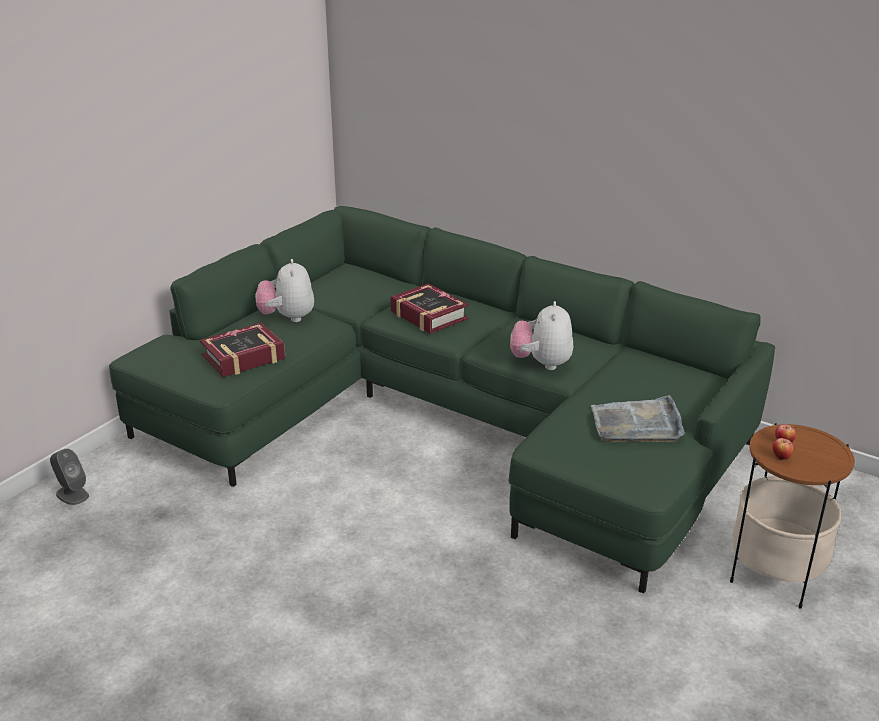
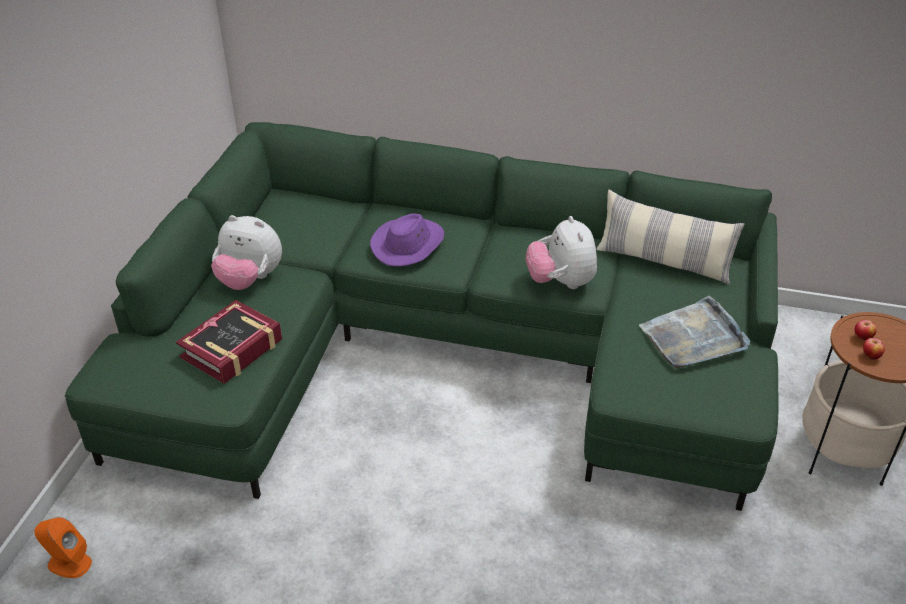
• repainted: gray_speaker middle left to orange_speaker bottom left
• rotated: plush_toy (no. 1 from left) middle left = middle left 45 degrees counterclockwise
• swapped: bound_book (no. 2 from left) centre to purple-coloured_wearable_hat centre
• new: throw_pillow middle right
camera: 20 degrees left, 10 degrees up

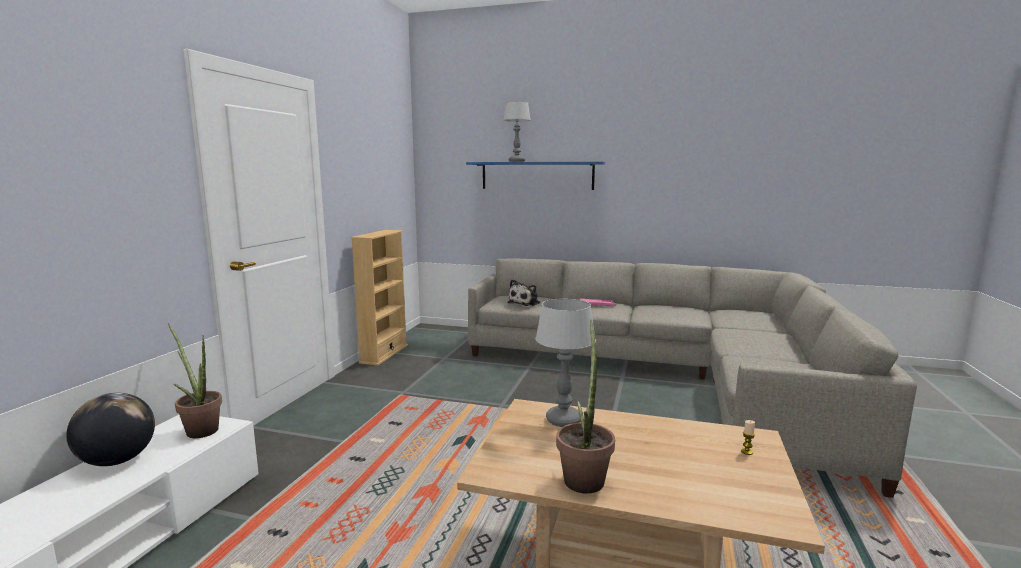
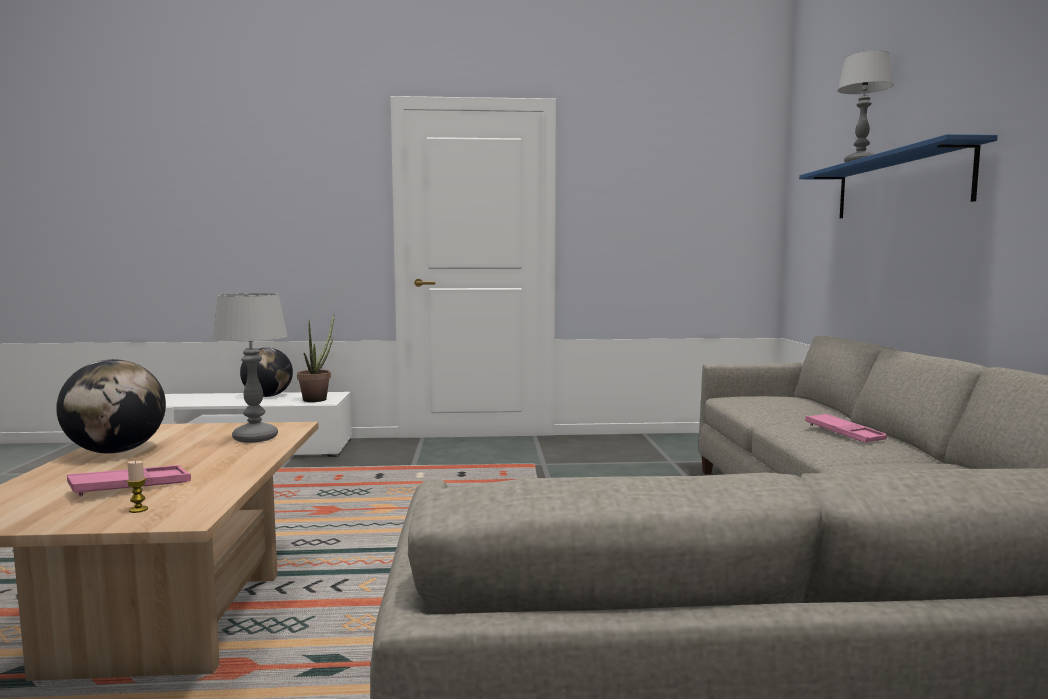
• gone: beige-coloured_bookshelf centre
• gone: plush_toy centre
• swapped: plant_in_a_pot (no. 2 from left) bottom centre to world_globe (no. 1 from left) middle left
• new: pink_serving_tray (no. 1 from left) bottom left
camera: 70 degrees right, 5 degrees down

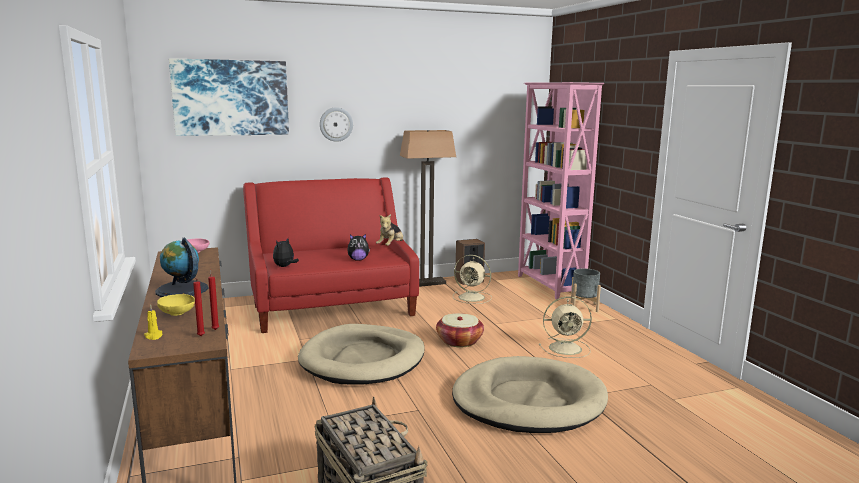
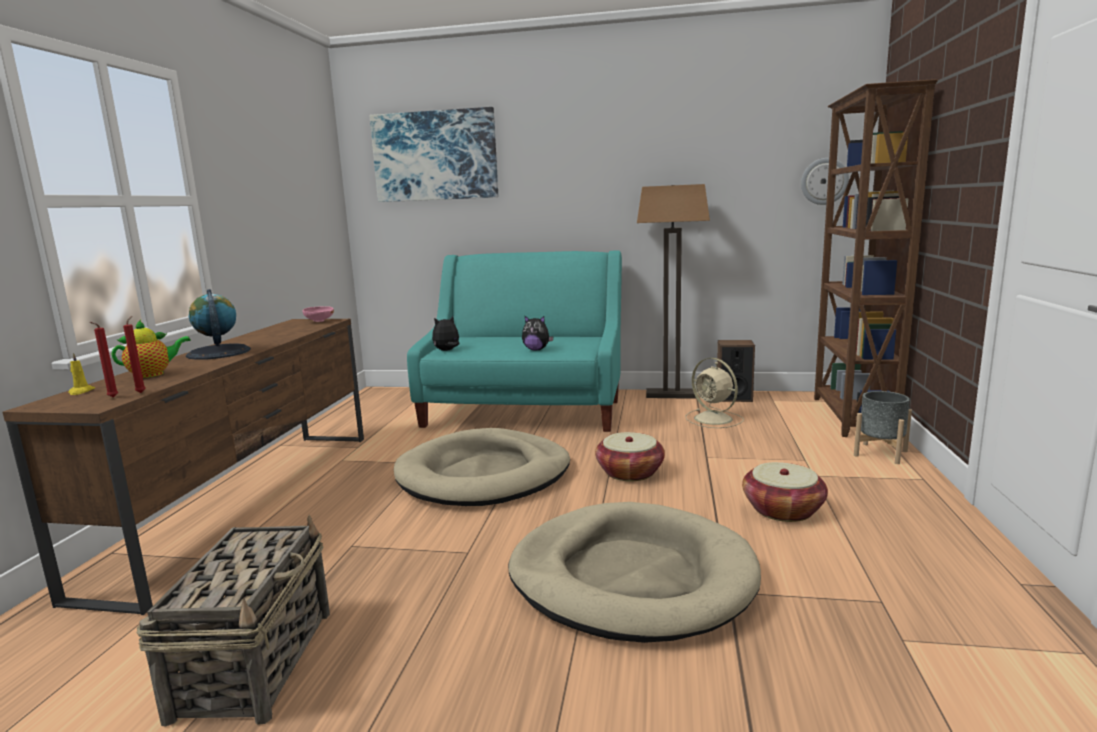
• swapped: yellowish_bowl middle left to teapot middle left
• repainted: reddish_couch centre to turquoise_couch centre
• shifted: hanging_clock top centre to top right
• gone: plush_toy (no. 3 from left) centre
• repainted: pink_bookshelf centre to brown_bookshelf middle right
• swapped: beige-coloured_fan (no. 2 from left) bottom centre to basket (no. 3 from left) bottom right
camera: 30 degrees right, 0 degrees up

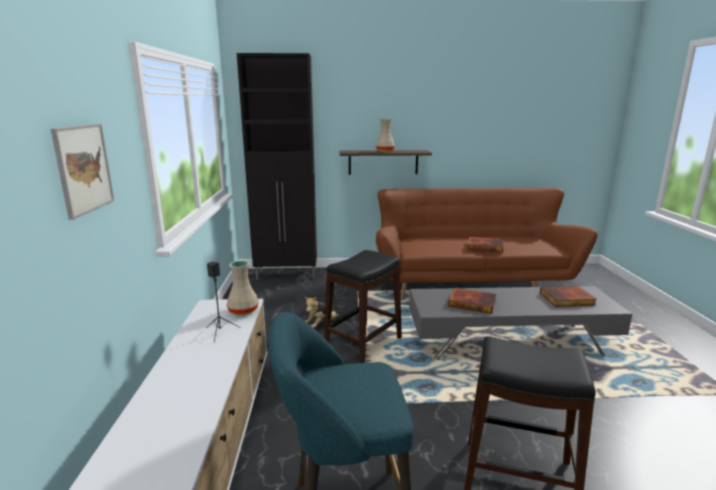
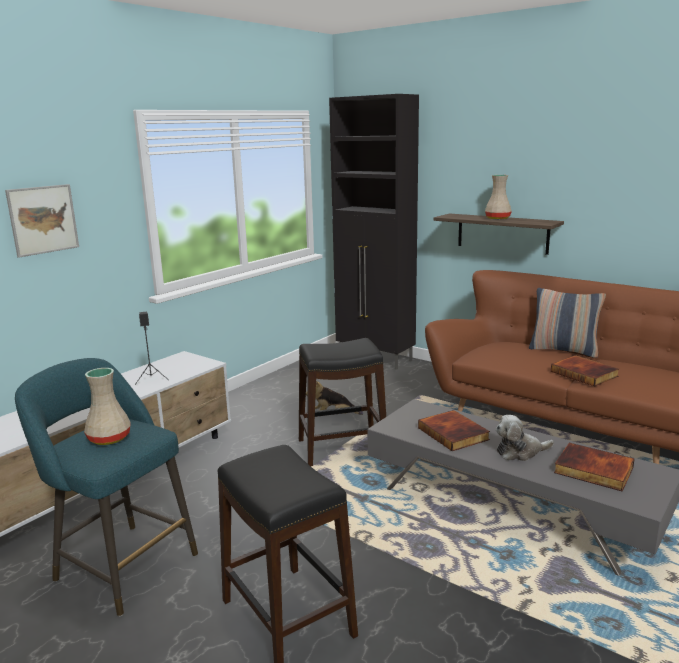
• shifted: beige-coloured_flower_vase (no. 1 from left) centre to middle left
• new: plush_toy (no. 2 from left) middle right
• new: throw_pillow middle right
camera: 40 degrees right, 0 degrees up

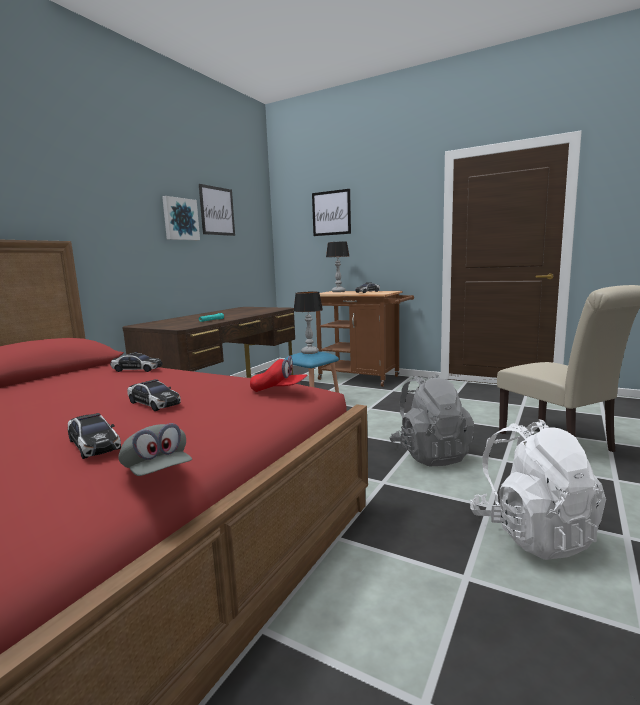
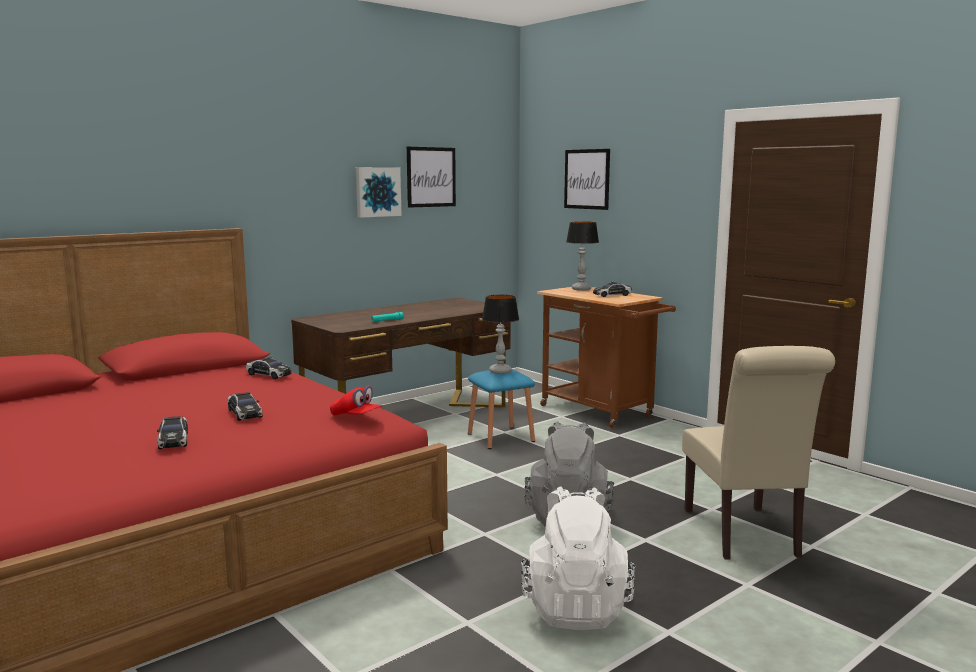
• gone: gray_peaked_cap middle left
camera: 20 degrees right, 0 degrees up

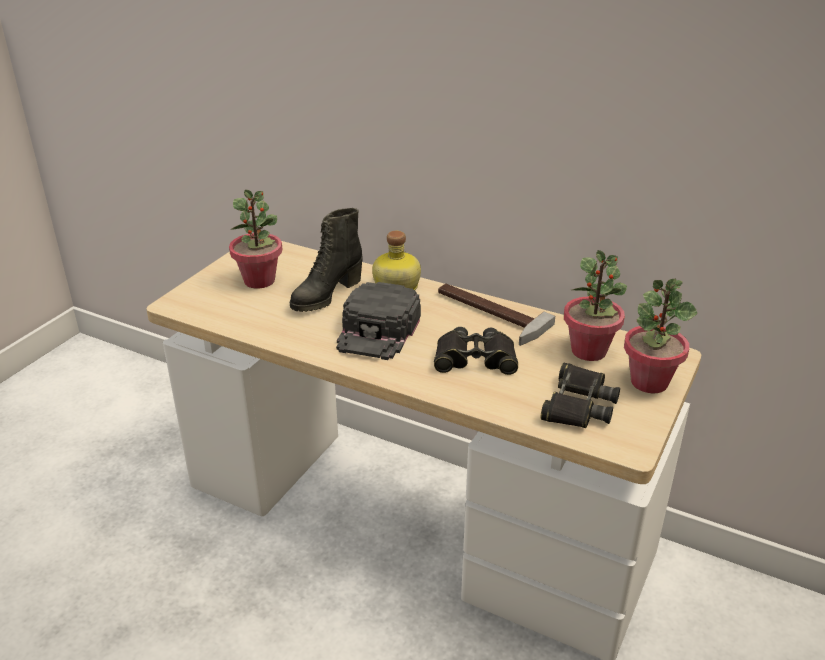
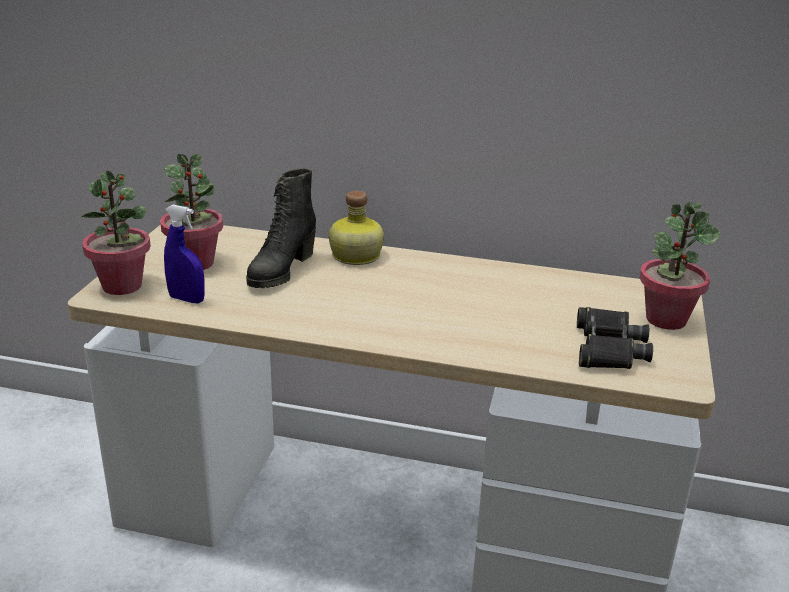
• gone: black_peaked_cap centre
• gone: black_binoculars (no. 1 from left) centre
• gone: tool_hammer centre
• shifted: plant_in_a_pot (no. 2 from left in the first image) middle right to plant_in_a_pot (no. 1 from left) middle left
• new: bluish_sprayer middle left
camera: 15 degrees left, 5 degrees down

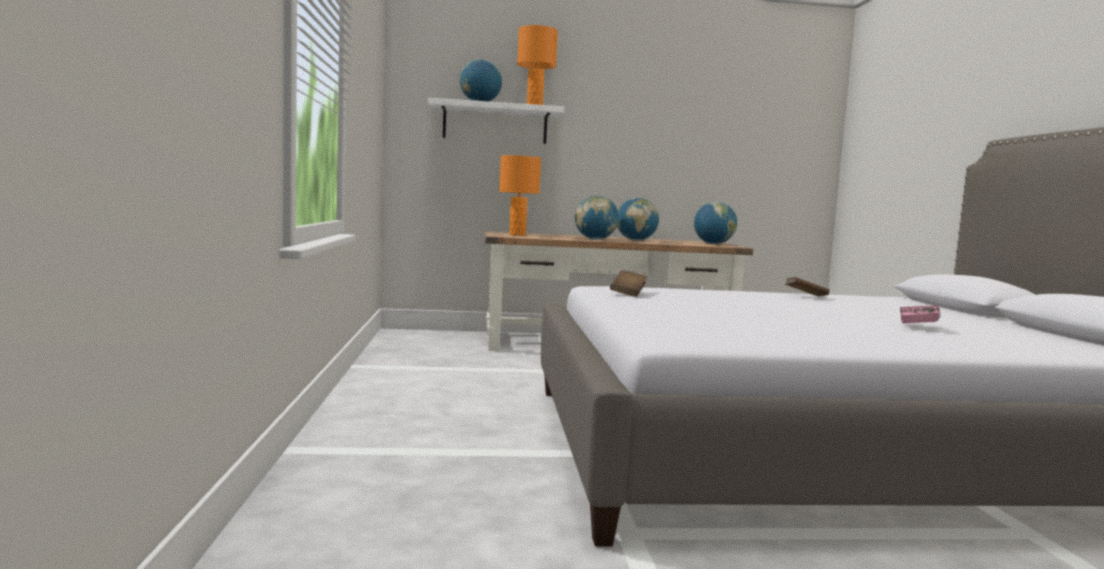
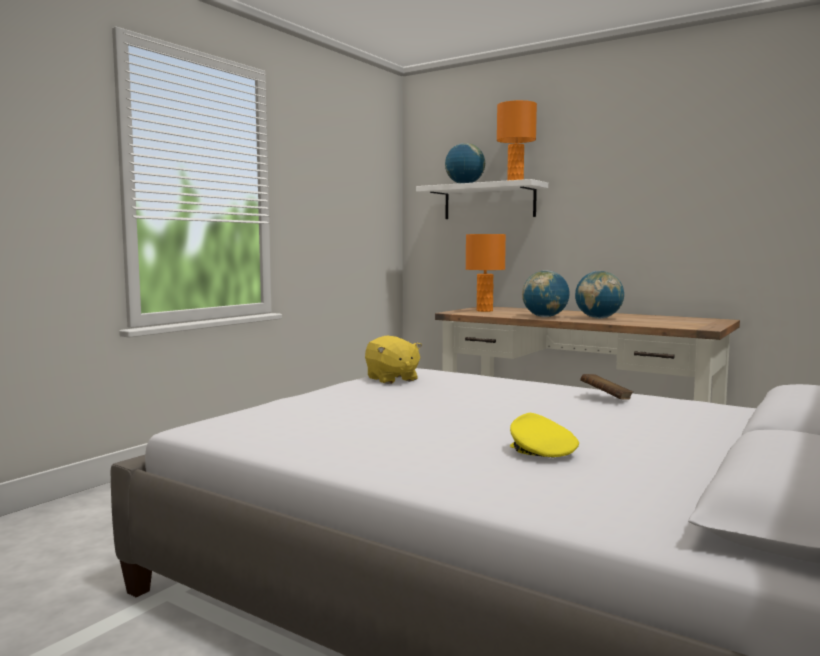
• swapped: brown_bound_book (no. 1 from left) centre to yellowish_plush_toy centre
• gone: world_globe (no. 4 from left) centre
• swapped: pink_bound_book middle right to yellowish_peaked_cap centre
camera: 40 degrees right, 0 degrees up

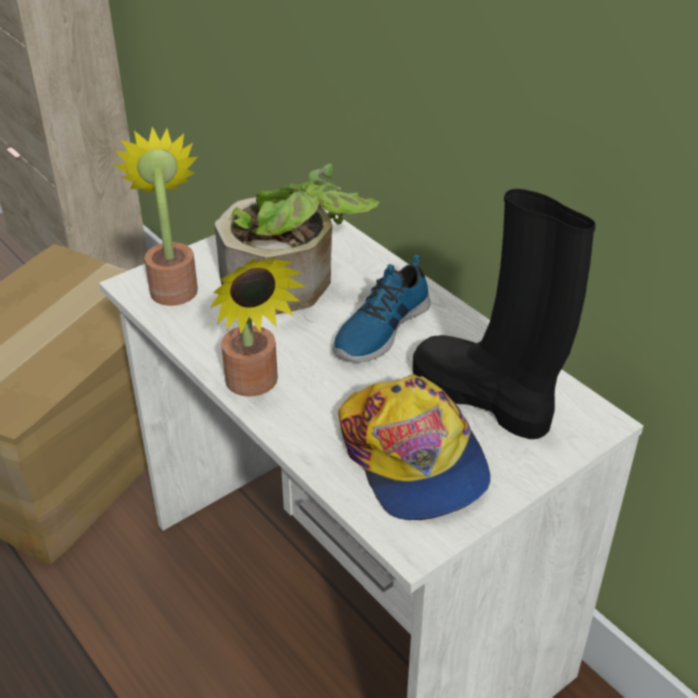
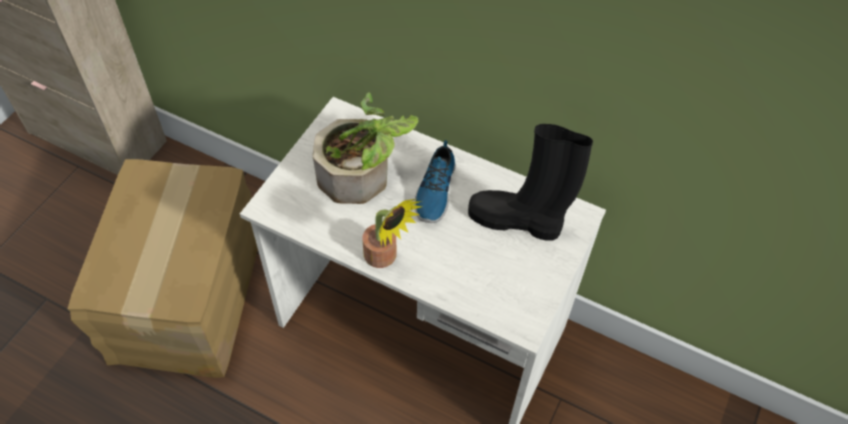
• gone: plant_in_a_pot (no. 1 from left) top left
• gone: peaked_cap centre
camera: 25 degrees left, 15 degrees up

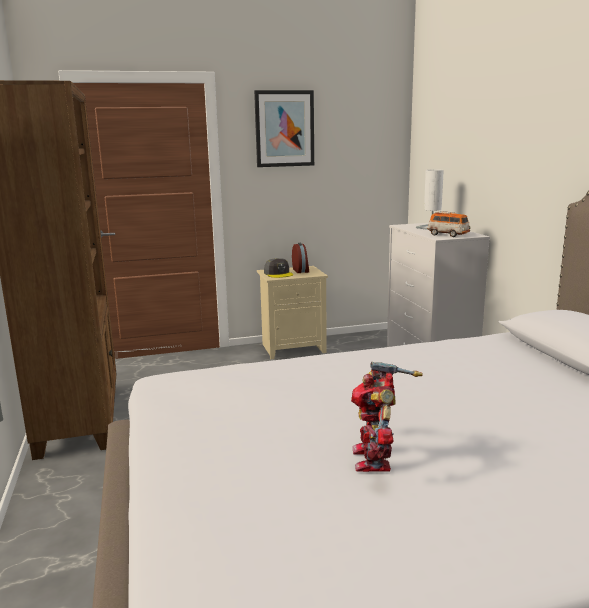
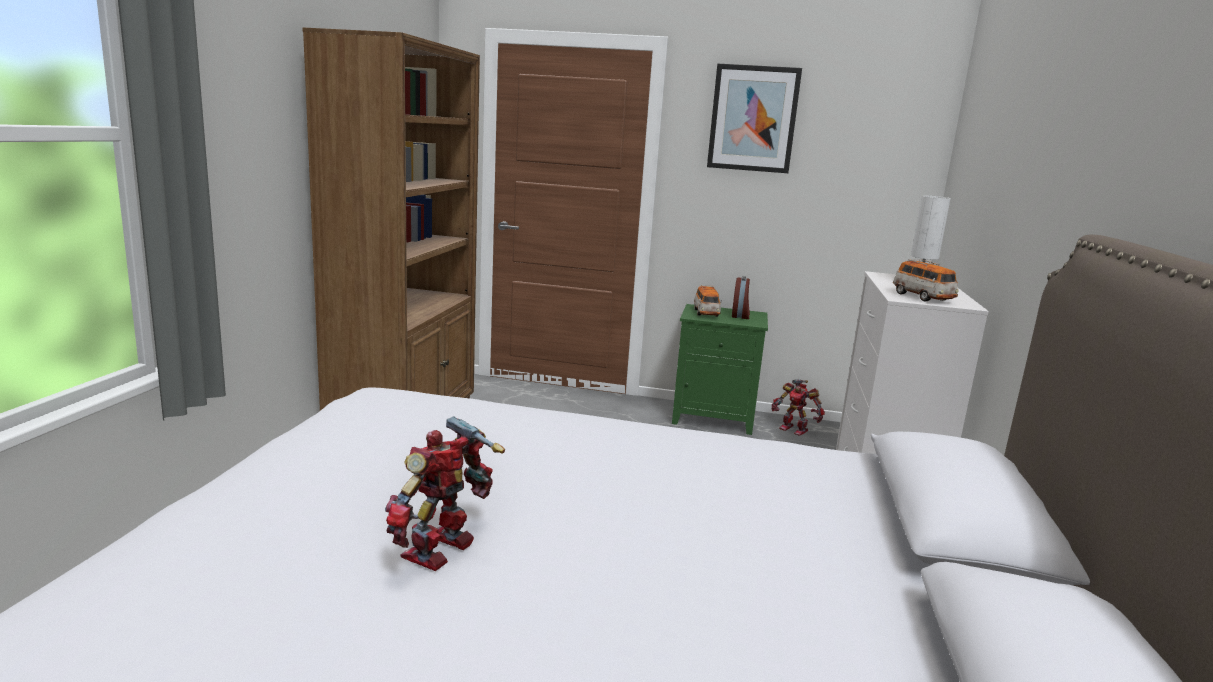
• repainted: beige-coloured_night_table centre to green_night_table centre
• swapped: gray_peaked_cap centre to model_car (no. 1 from left) centre
• new: toy_robot (no. 2 from left) centre
camera: 25 degrees right, 0 degrees up

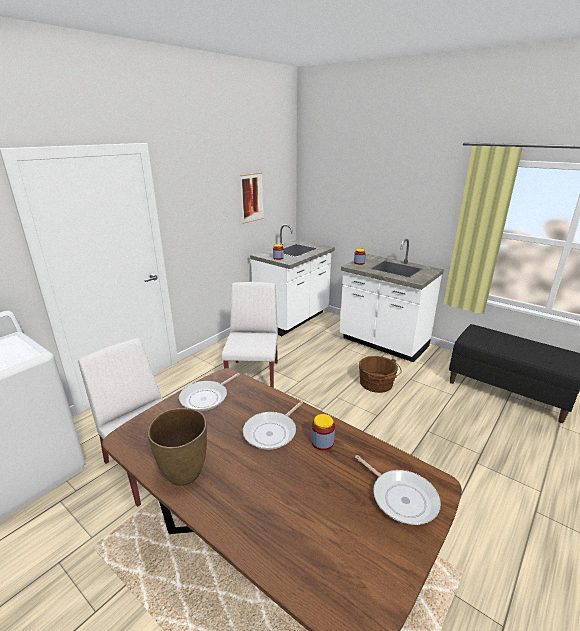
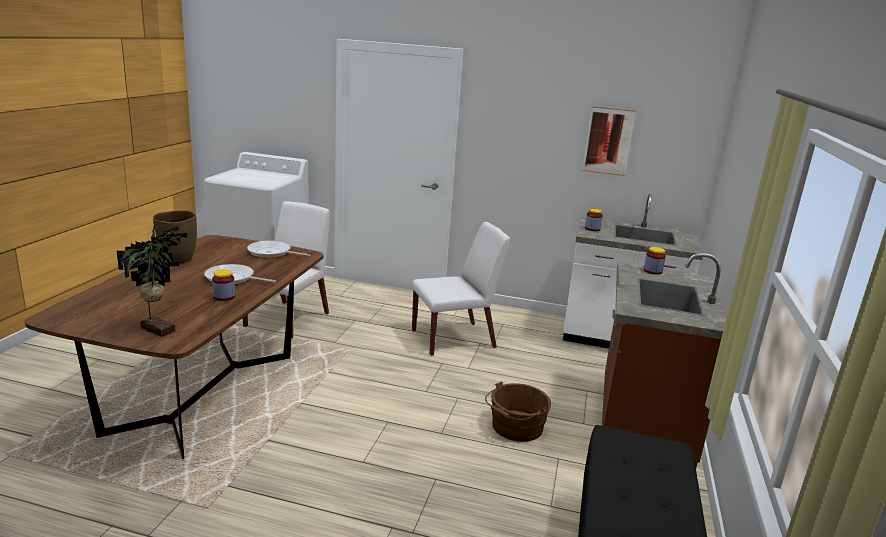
• repainted: white_kitchen_counter (no. 2 from left) middle right to brown_kitchen_counter bottom right
• swapped: skillet (no. 3 from left) bottom right to plant_in_a_pot middle left
camera: 65 degrees right, 5 degrees down

